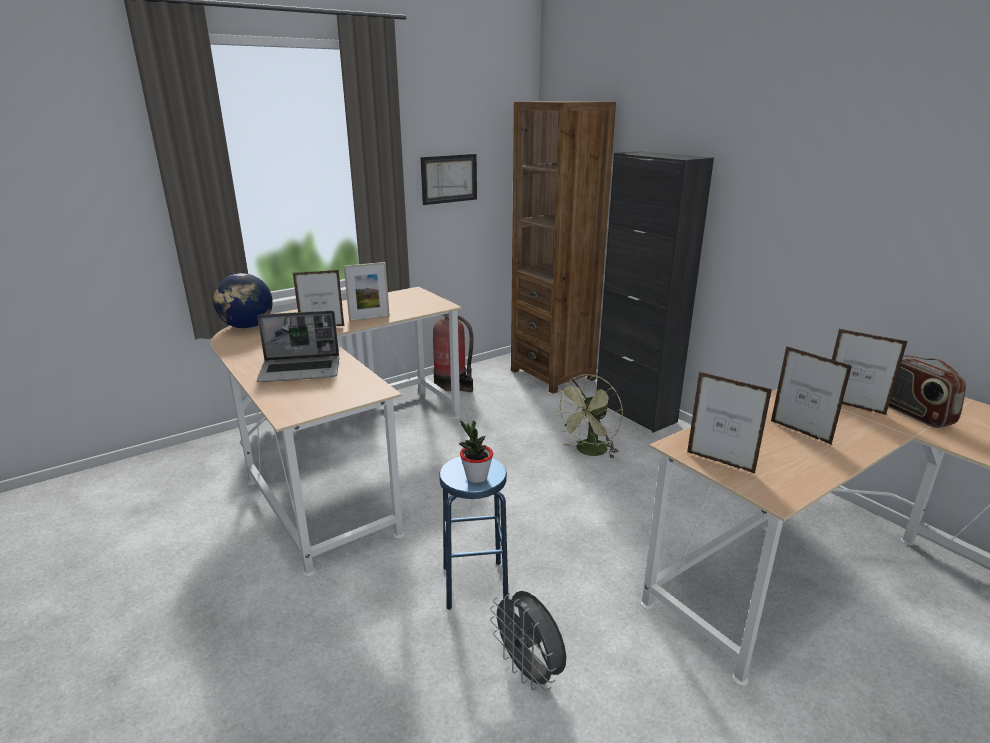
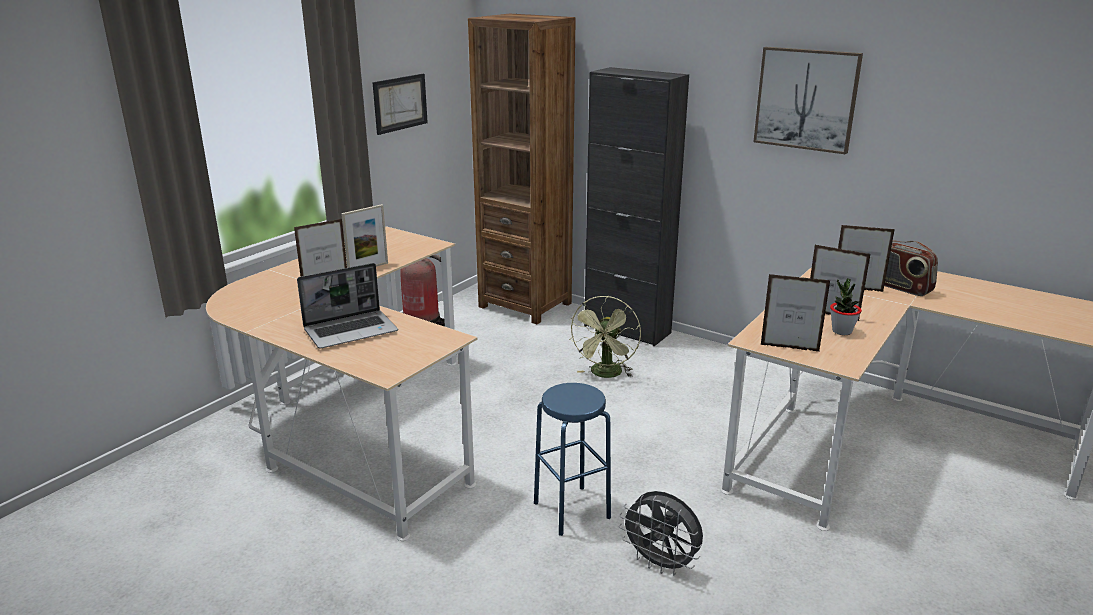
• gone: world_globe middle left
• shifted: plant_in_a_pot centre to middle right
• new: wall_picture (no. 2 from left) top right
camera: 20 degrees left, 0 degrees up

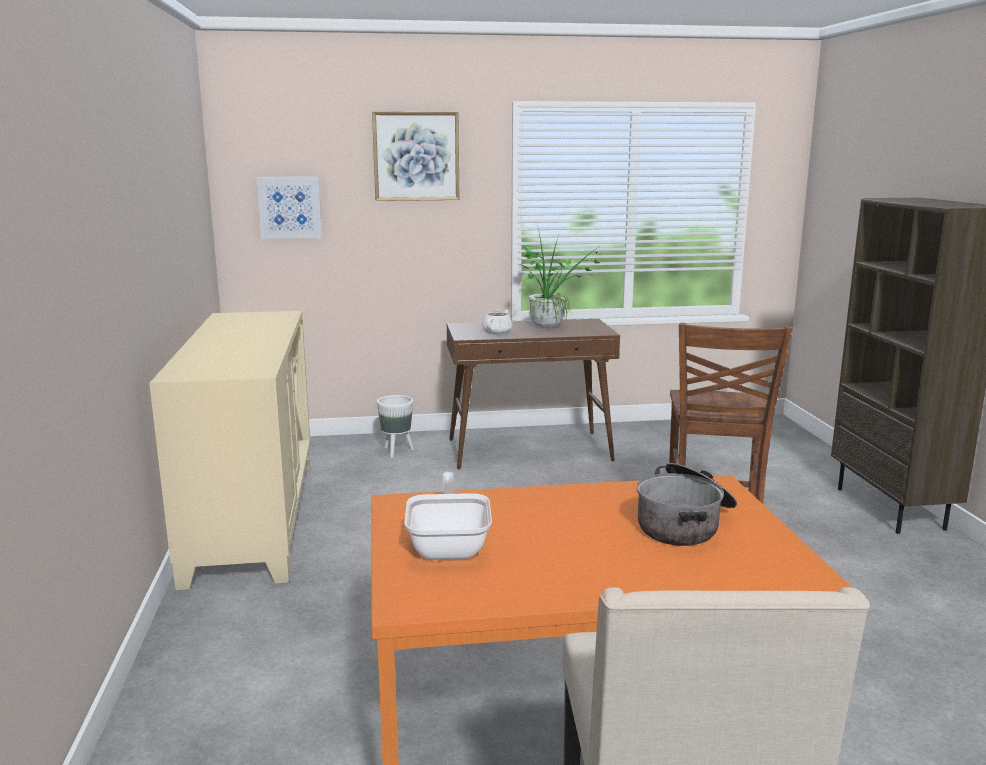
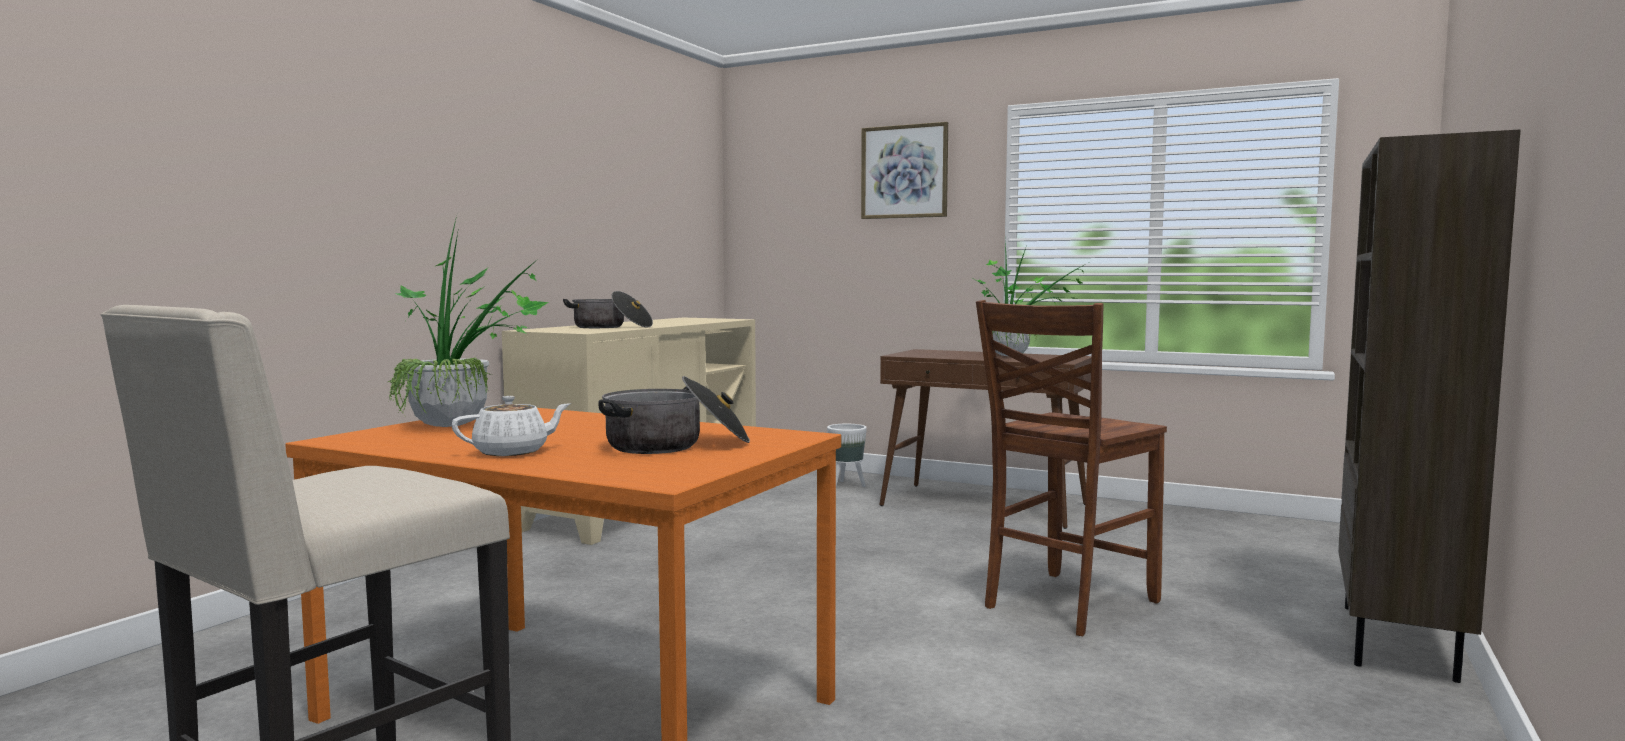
• gone: wall_picture (no. 1 from left) top left
• swapped: skillet bottom centre to plant_in_a_pot (no. 1 from left) middle left
• shifted: white_teapot centre to middle left
• new: saucepot (no. 1 from left) centre
camera: 35 degrees right, 10 degrees down

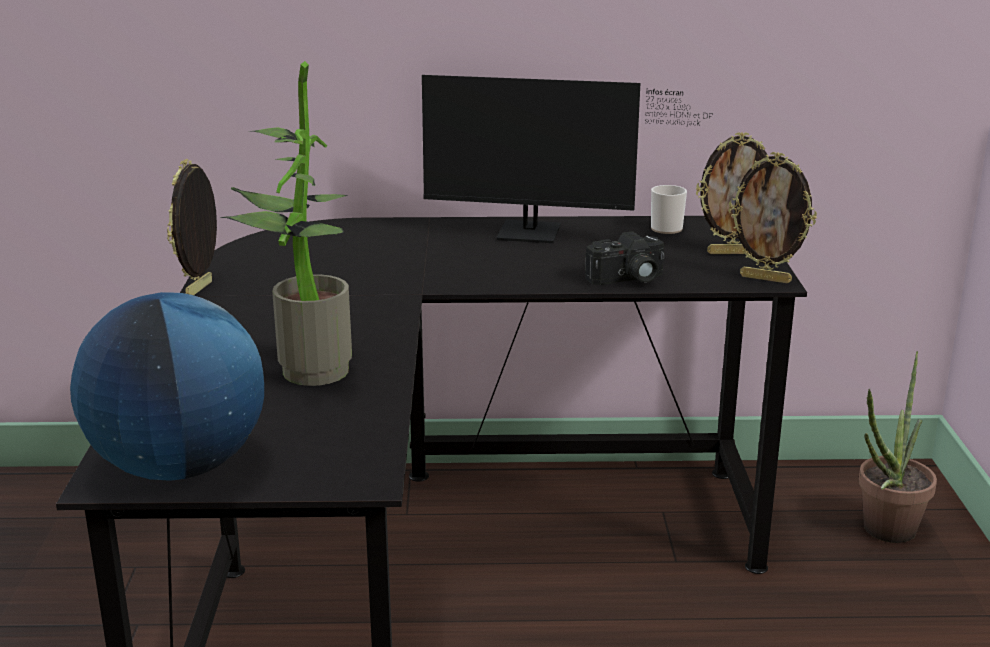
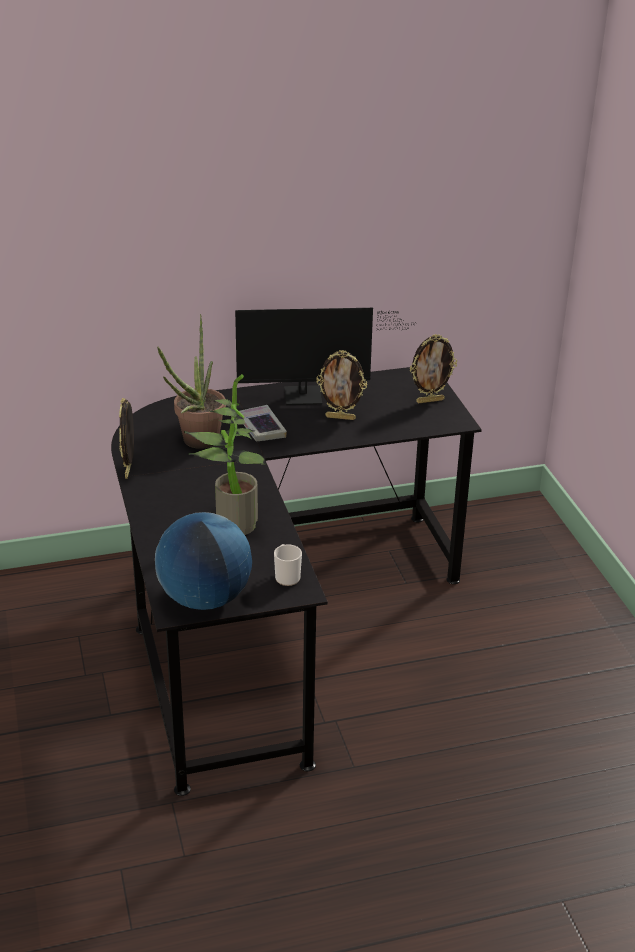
• gone: photo_camera centre
• shifted: coffee_mug top right to centre
• shifted: photo_frame (no. 3 from left in the first image) middle right to photo_frame (no. 2 from left) centre
• shifted: plant_in_a_pot (no. 2 from left in the first image) bottom right to plant_in_a_pot (no. 1 from left) middle left
• new: bound_book centre
camera: 15 degrees left, 10 degrees up

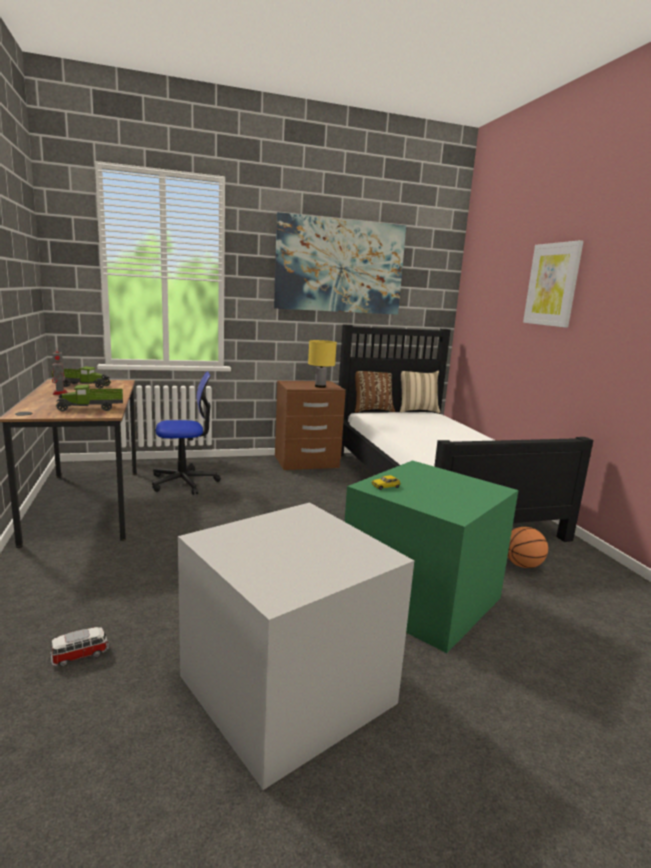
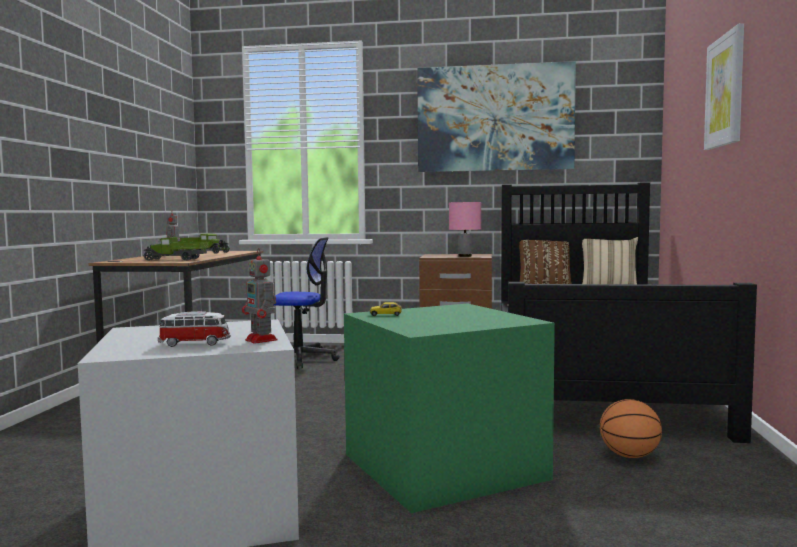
• shifted: model_car (no. 1 from left) bottom left to middle left
• repainted: yellowish_table_lamp centre to pink_table_lamp centre
• new: toy_robot (no. 2 from left) middle left
camera: 25 degrees right, 10 degrees down

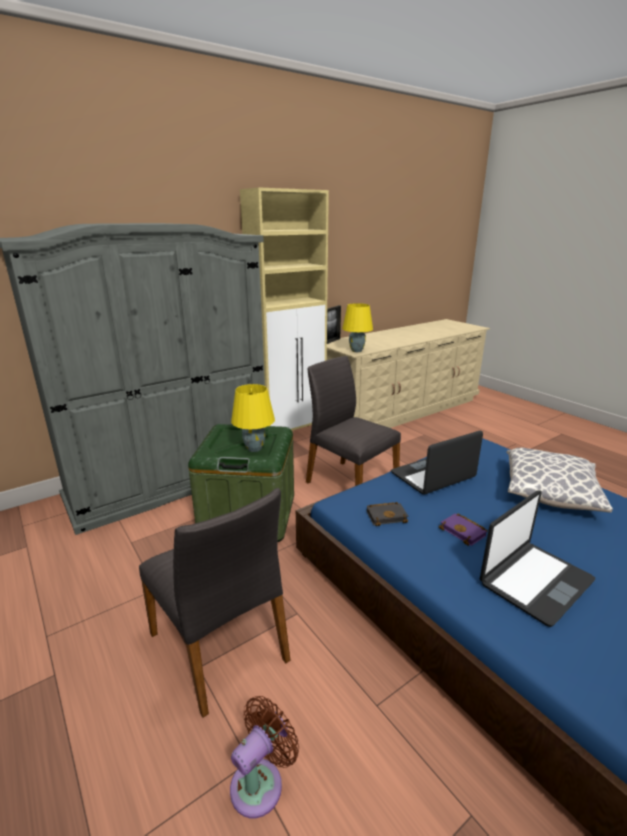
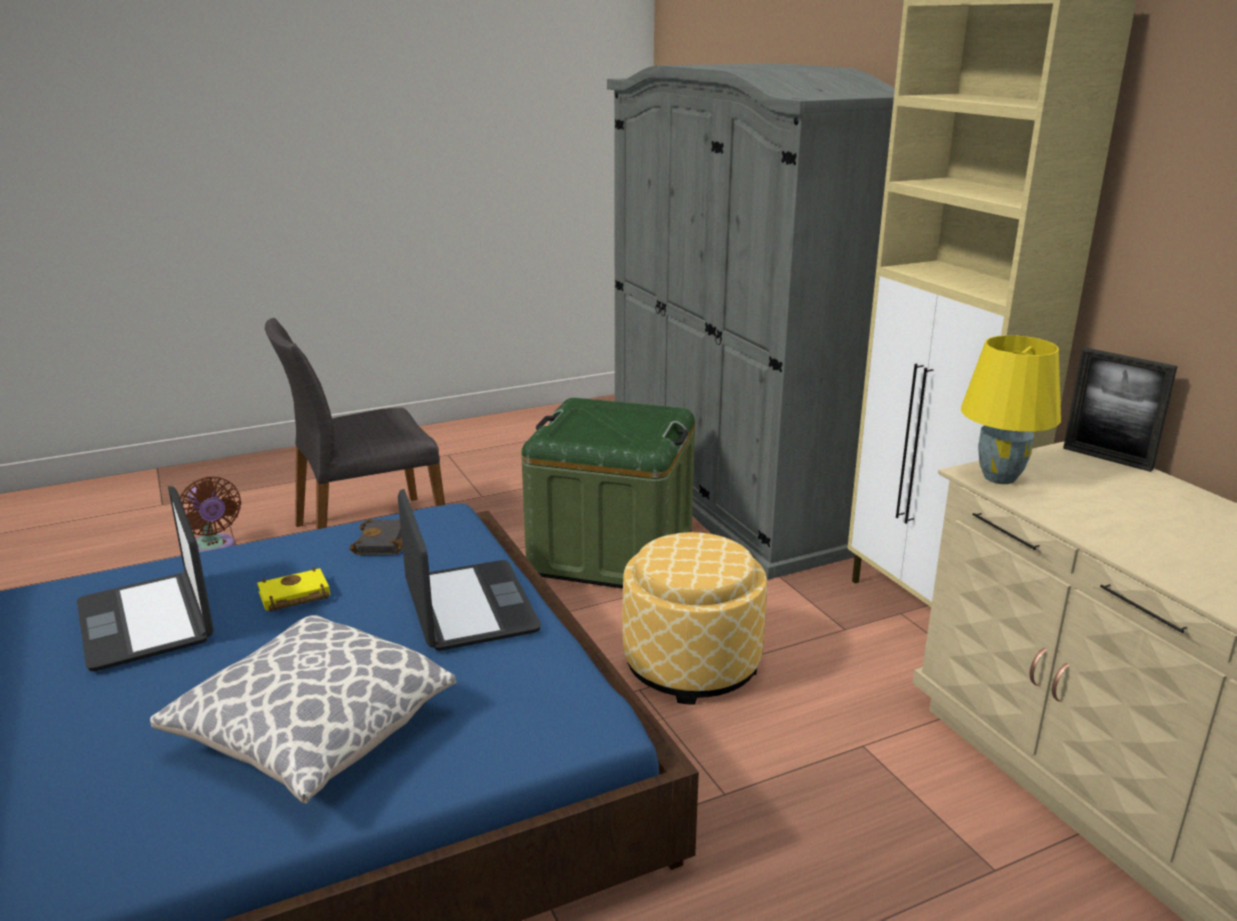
• gone: yellowish_table_lamp (no. 1 from left) centre
• swapped: gray_plain_chair (no. 2 from left) centre to ottoman bottom centre
• repainted: purple-coloured_bound_book middle right to yellowish_bound_book middle left
camera: 100 degrees right, 0 degrees up

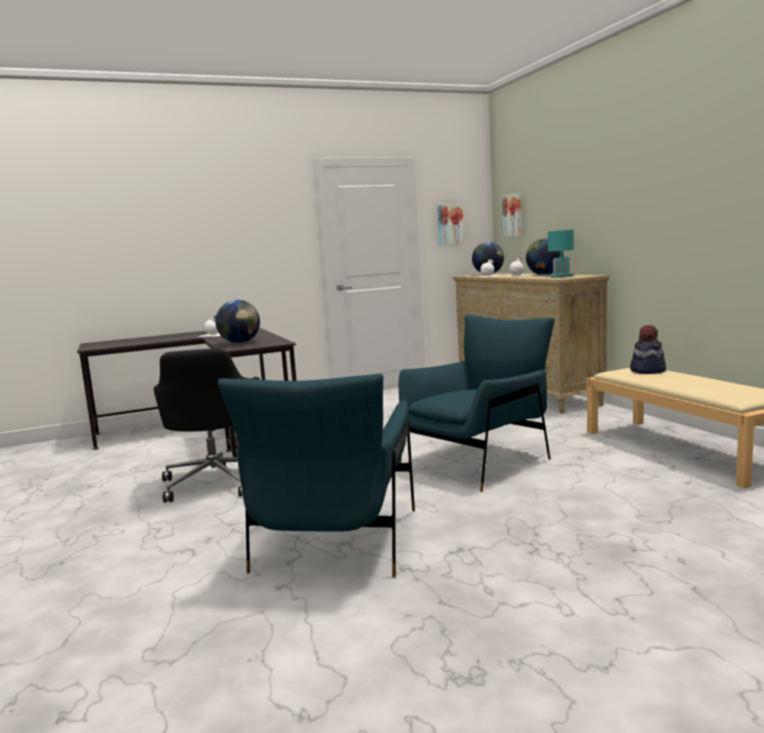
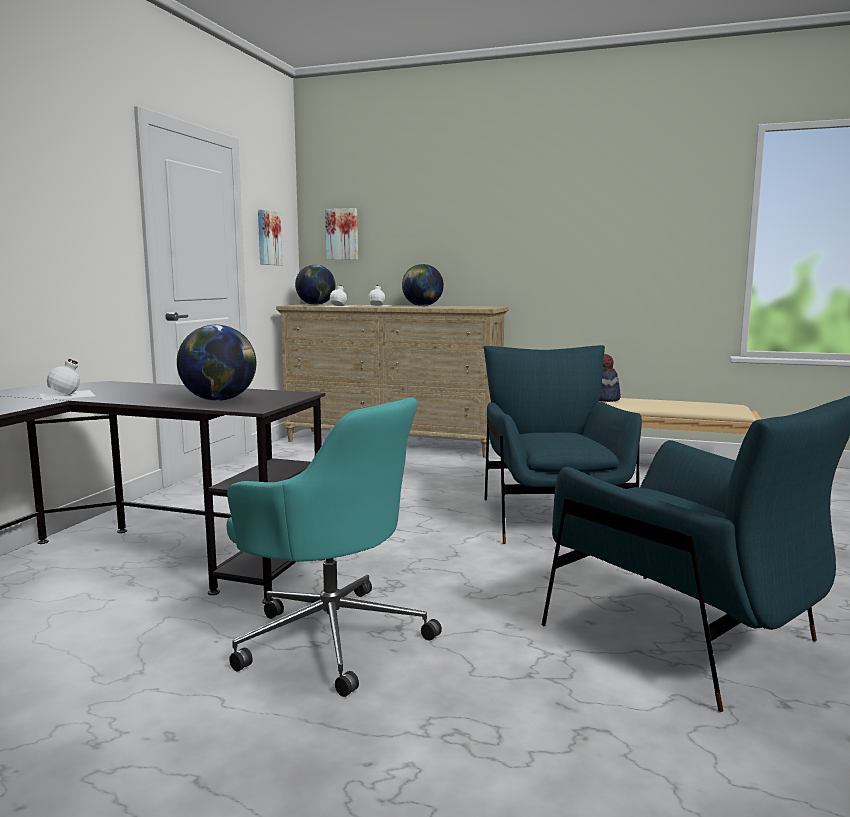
• repainted: black_desk_chair middle left to turquoise_desk_chair bottom centre
• gone: turquoise_table_lamp middle right
camera: 50 degrees left, 0 degrees up

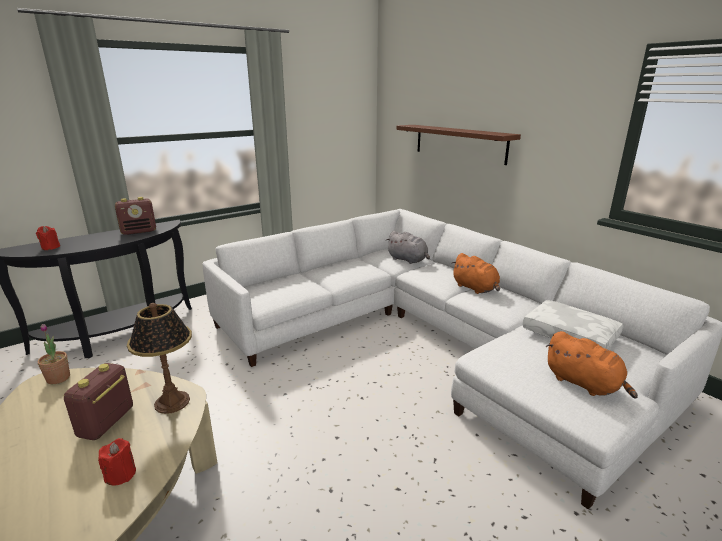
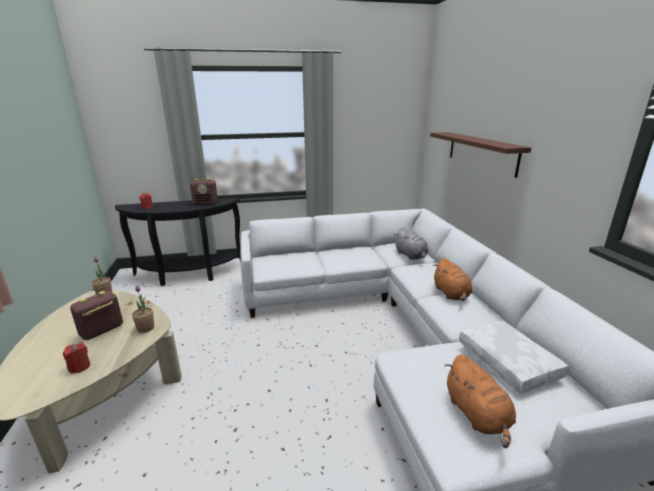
• swapped: table_lamp middle left to plant_in_a_pot (no. 2 from left) middle left
camera: 25 degrees right, 0 degrees up

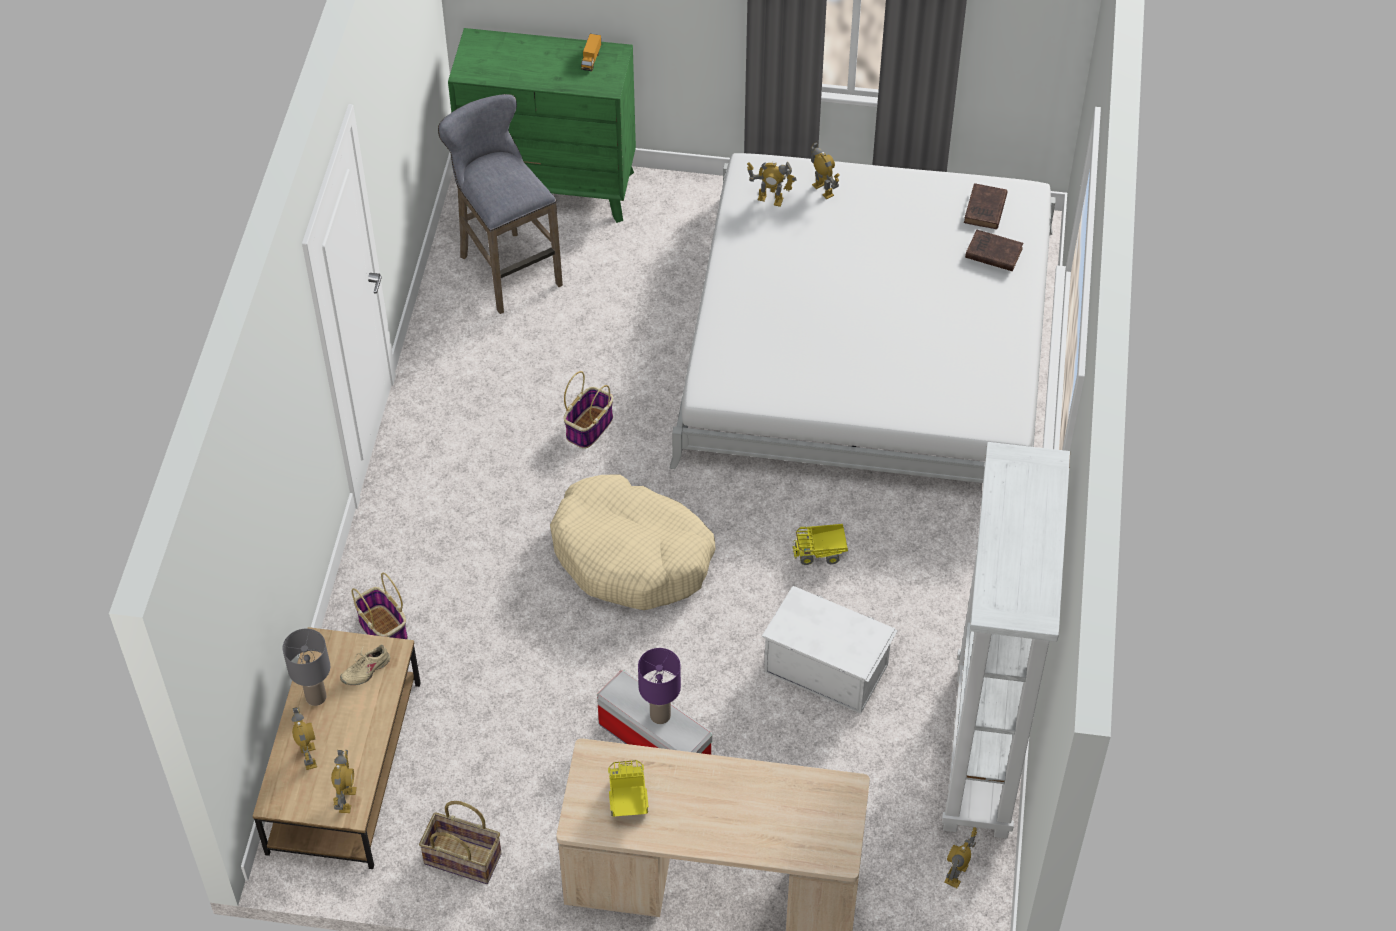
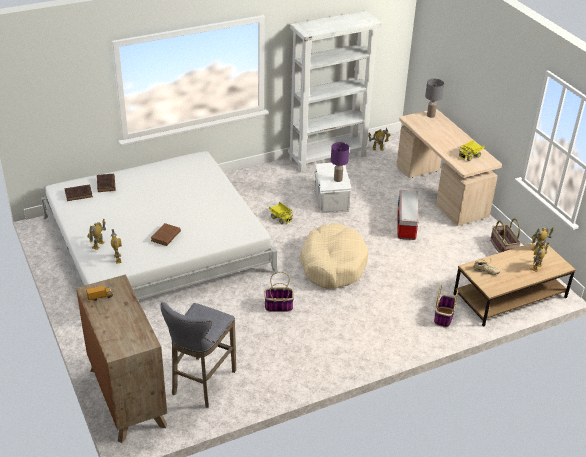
• shifted: gray_table_lamp bottom left to top right
• repainted: green_chest_of_drawers top centre to brown_chest_of_drawers bottom left
• shifted: purple-coloured_table_lamp bottom centre to centre
• new: brown_bound_book (no. 3 from left) middle left
camera: 125 degrees left, 15 degrees down

